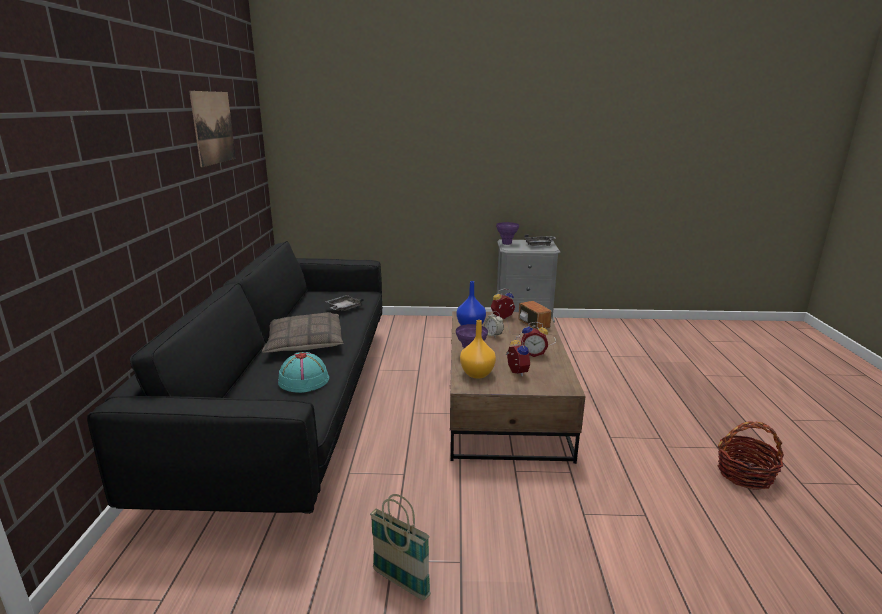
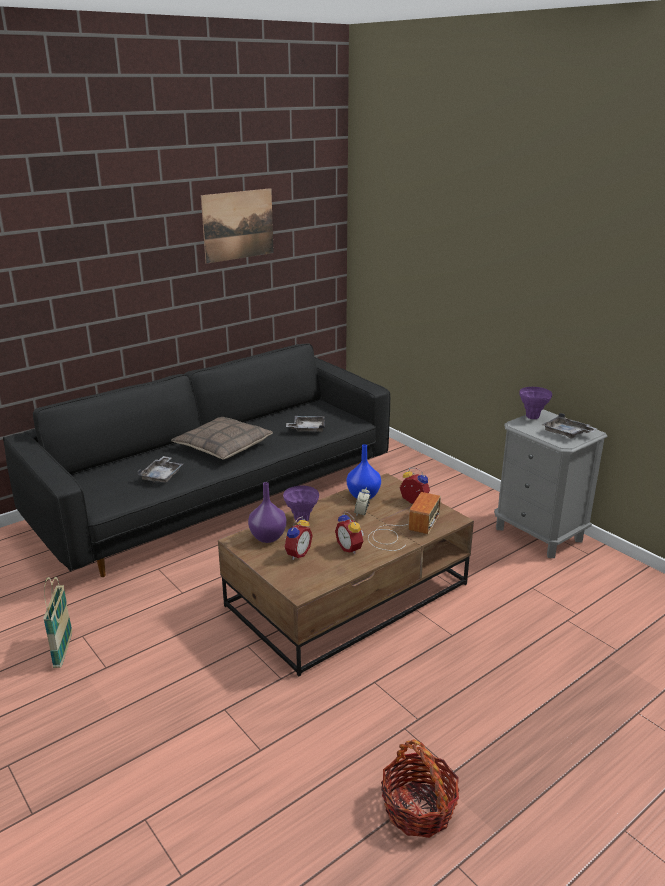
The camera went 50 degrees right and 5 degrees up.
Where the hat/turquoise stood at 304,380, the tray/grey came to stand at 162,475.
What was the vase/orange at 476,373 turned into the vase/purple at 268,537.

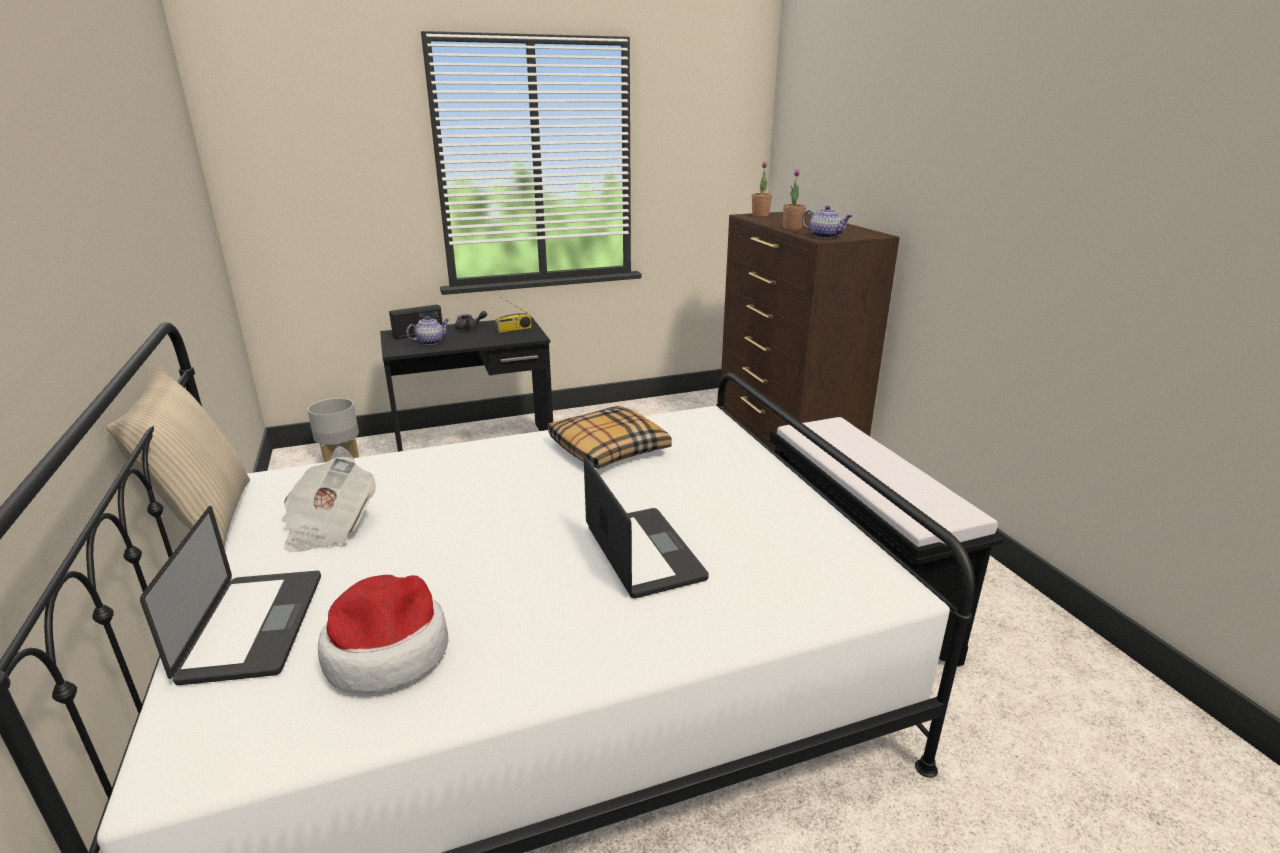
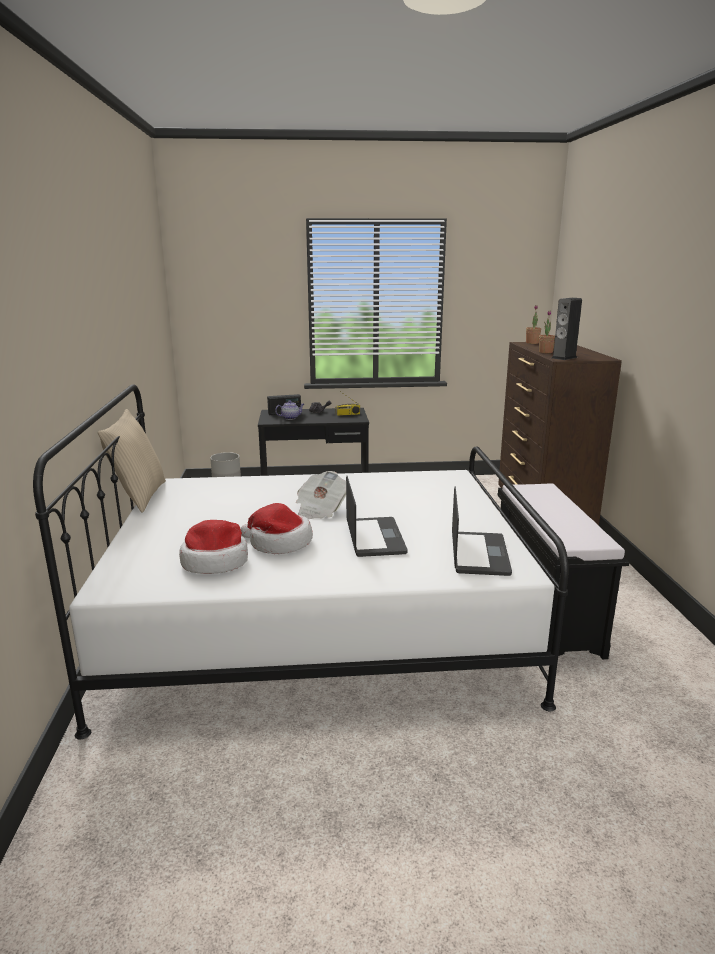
The camera went 15 degrees right and 5 degrees down.
The second view gained the hat at 279,543.
The newspaper ended up elsewhere, having gone from 329,527 to 320,510.
The laptop ended up elsewhere, having gone from 254,626 to 479,554.
Where the teapot stood at 825,236, the speaker came to stand at 564,358.
The second view lost the pillow at 607,449.

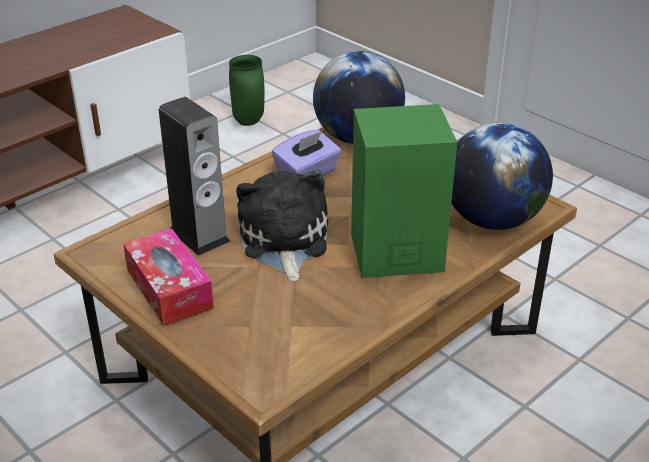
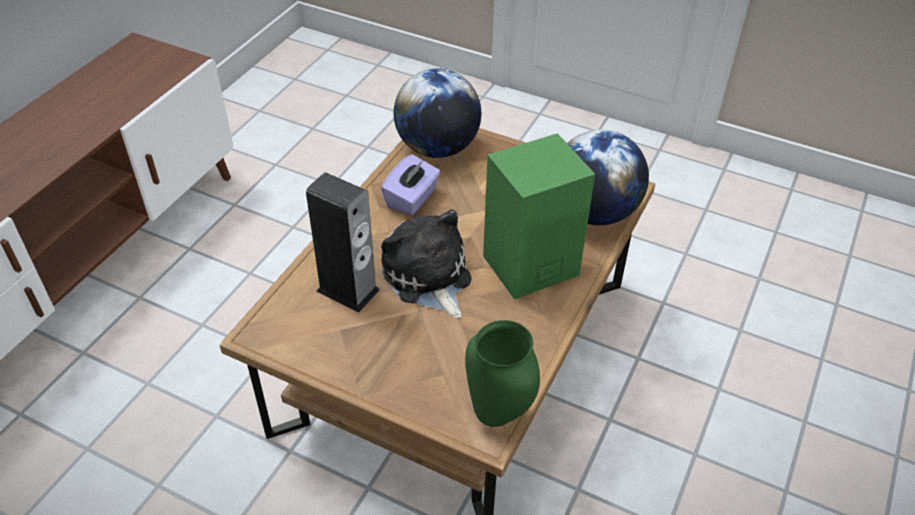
The camera went 20 degrees left and 10 degrees up.
The vase/green ended up elsewhere, having gone from 249,122 to 499,413.
The second view lost the tissue box at 169,288.

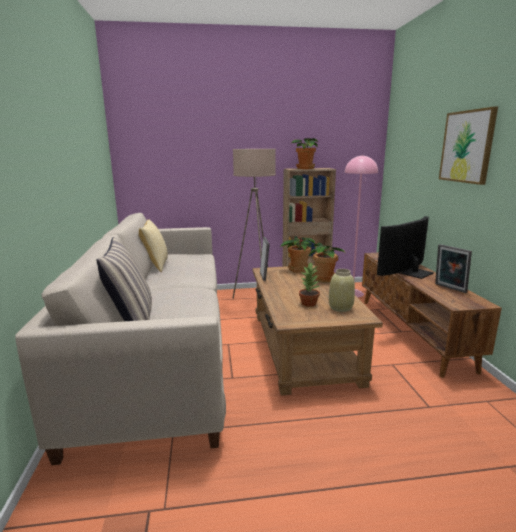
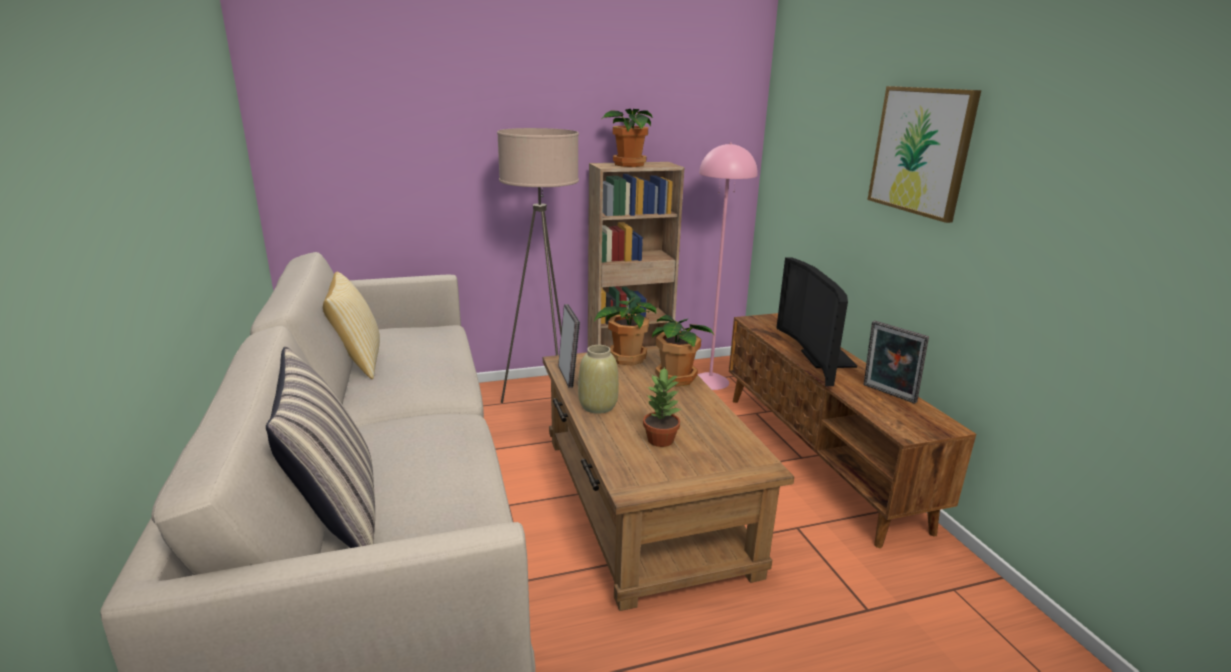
The camera went 10 degrees left and 5 degrees up.
The vase/beige ended up elsewhere, having gone from 341,308 to 598,406.
The television at 411,272 ended up facing another way, 45 degrees counterclockwise from before.

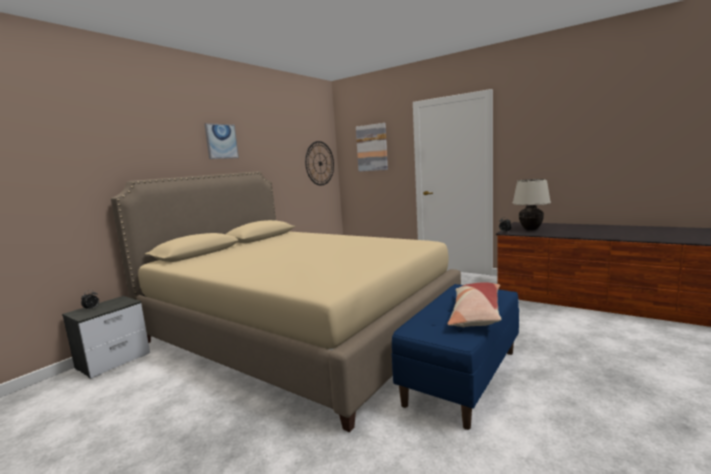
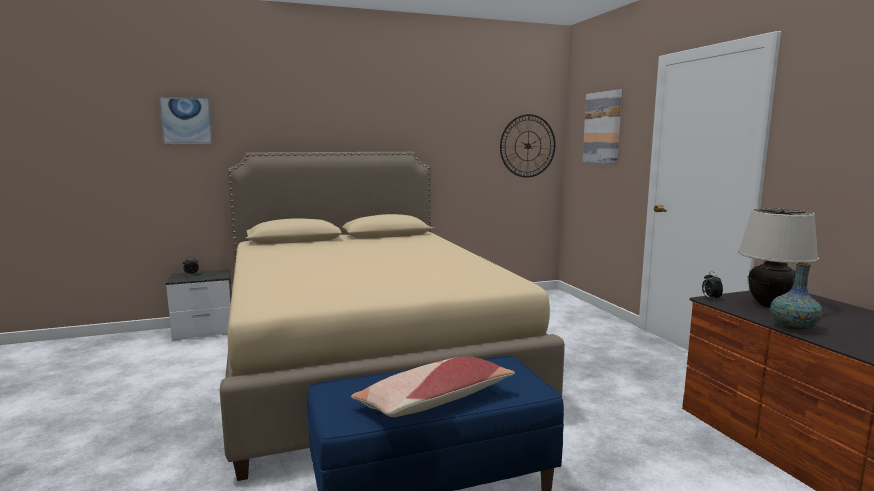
The camera went 35 degrees right and 0 degrees up.
The picture ended up elsewhere, having gone from 221,141 to 186,121.
The second view gained the vase at 793,327.

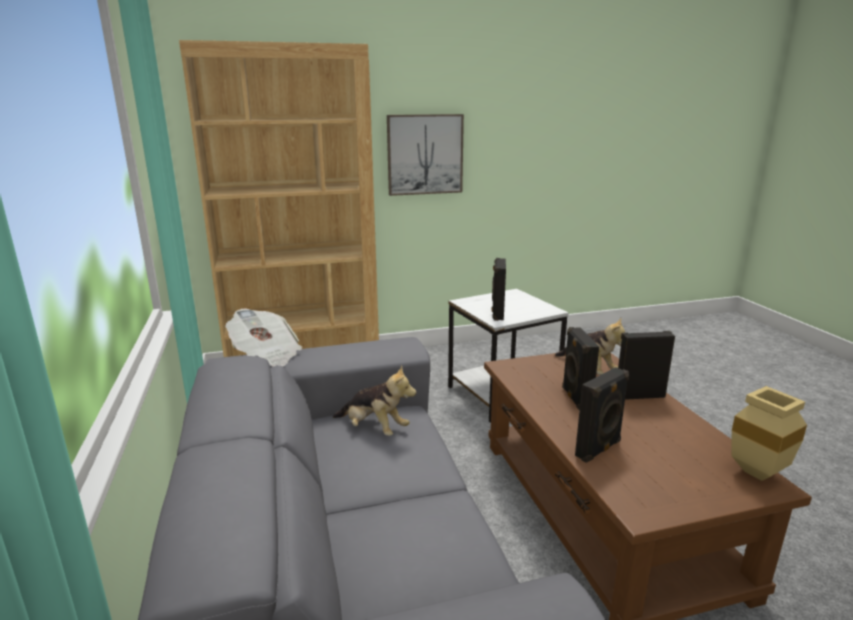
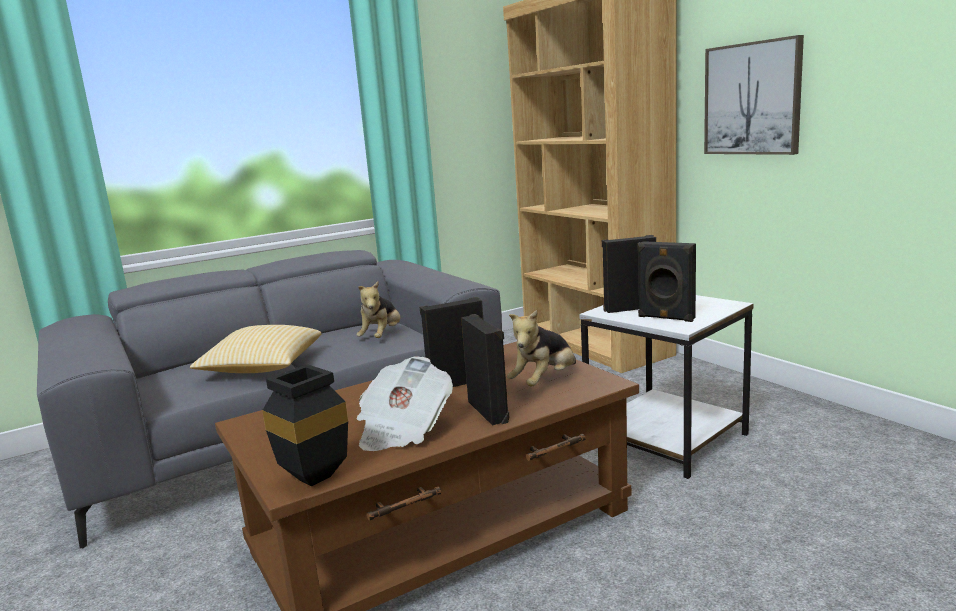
The camera went 75 degrees right and 5 degrees down.
The second view gained the pillow at 262,368.
What was the vase/beige at 761,474 turned into the vase/black at 313,480.
The newspaper ended up elsewhere, having gone from 266,354 to 403,429.
The speaker/black ended up elsewhere, having gone from 599,449 to 666,318.

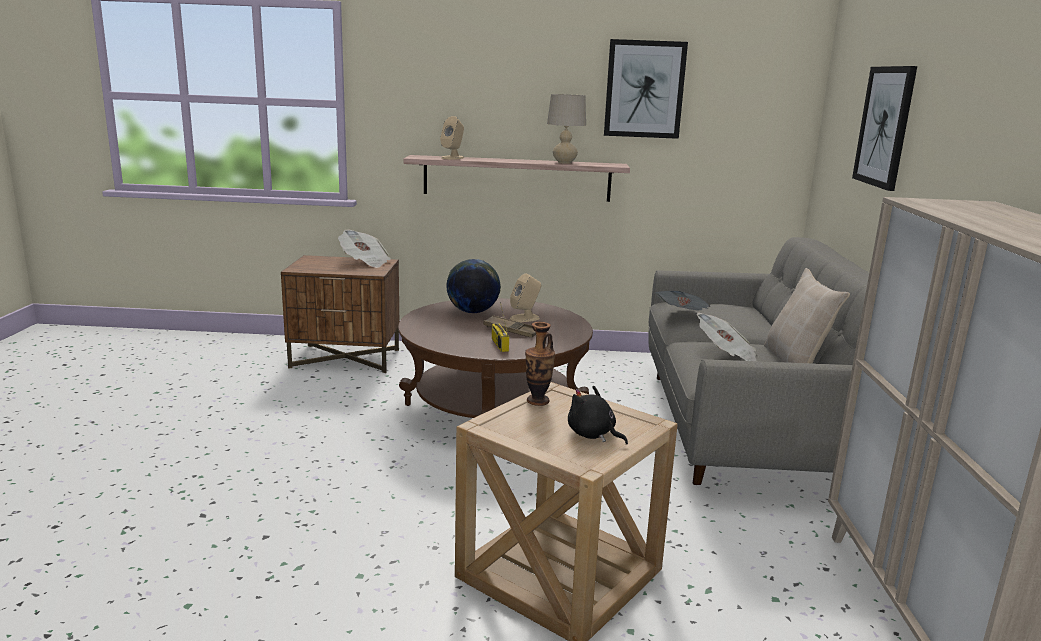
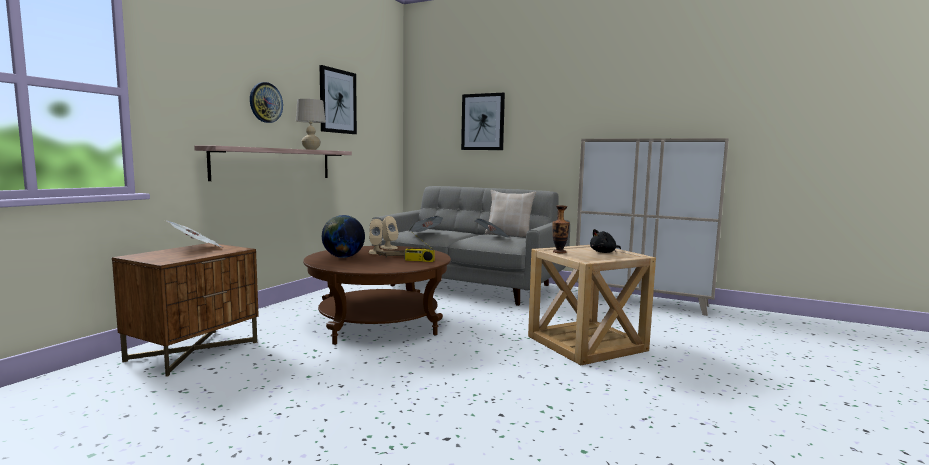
The camera went 65 degrees left and 10 degrees down.
The second view gained the wall clock at 265,102.
The speaker/beige ended up elsewhere, having gone from 453,158 to 388,247.

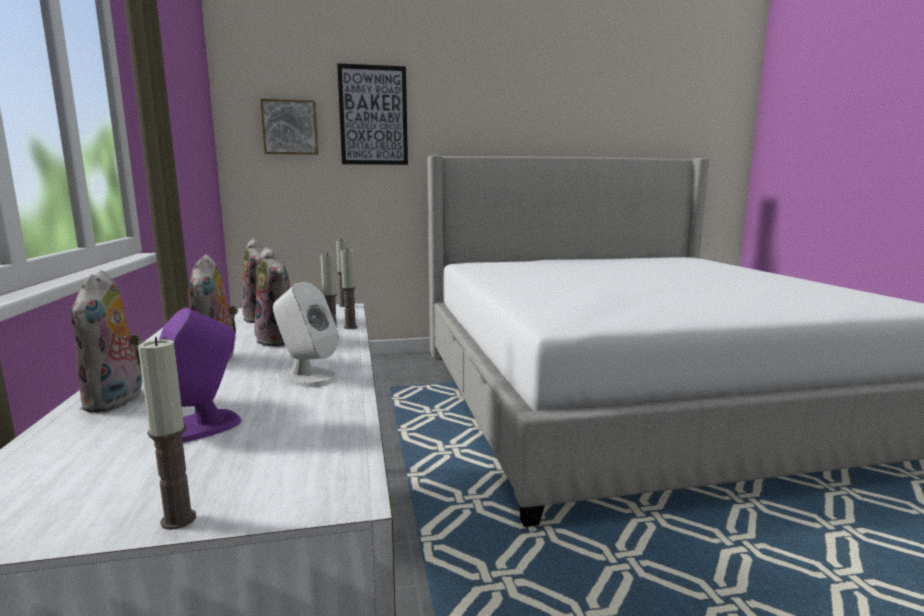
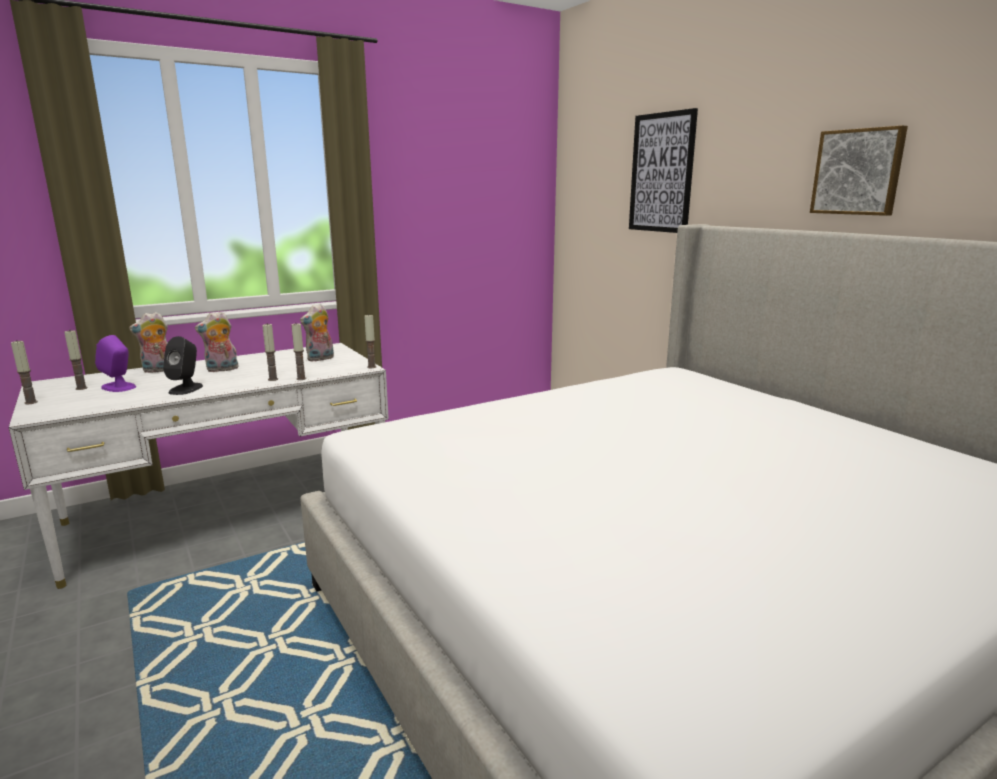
The camera went 70 degrees right and 5 degrees up.
The second view gained the candle at 81,388.
What was the speaker/white at 307,377 turned into the speaker/black at 186,389.
The picture ended up elsewhere, having gone from 290,127 to 858,172.
The second view lost the plush toy at 279,340.

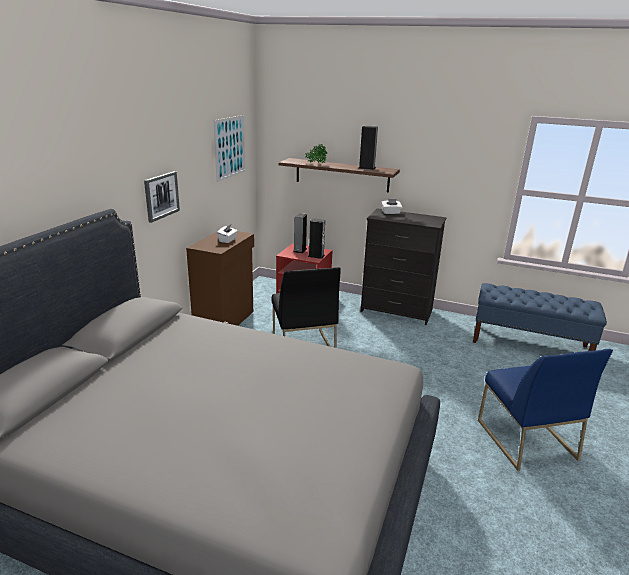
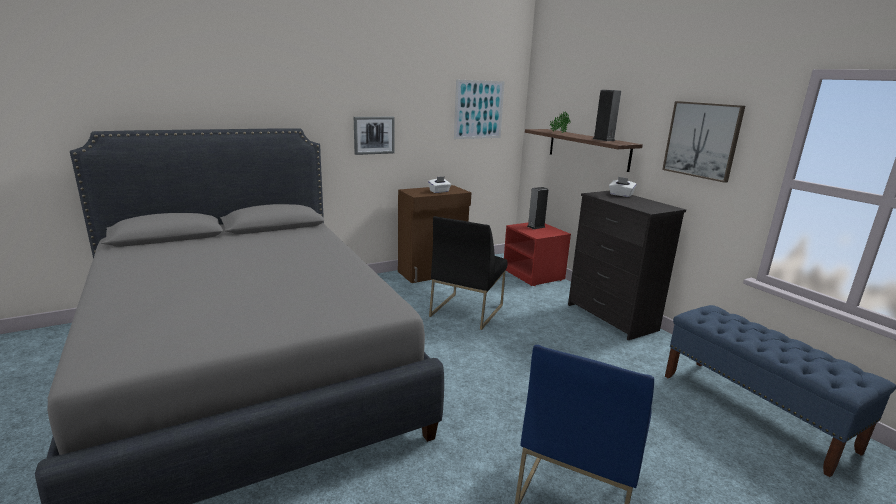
The camera went 40 degrees right and 5 degrees down.
The second view gained the picture at 702,140.
The second view lost the speaker at 316,256.

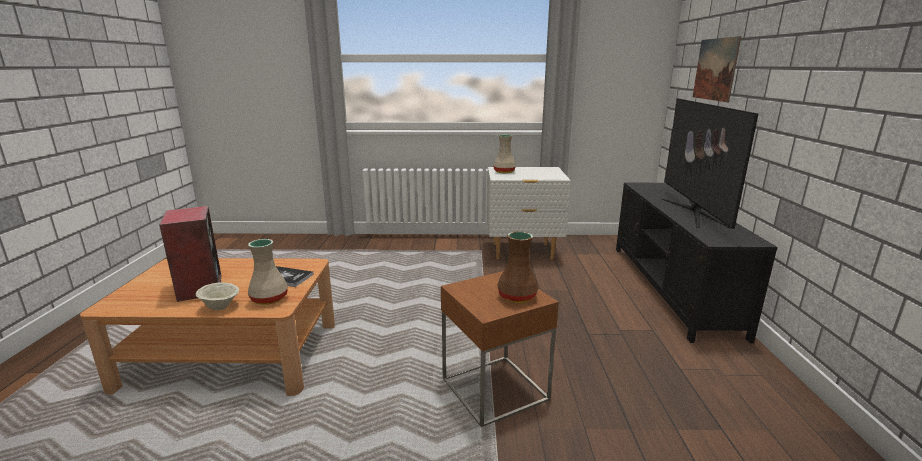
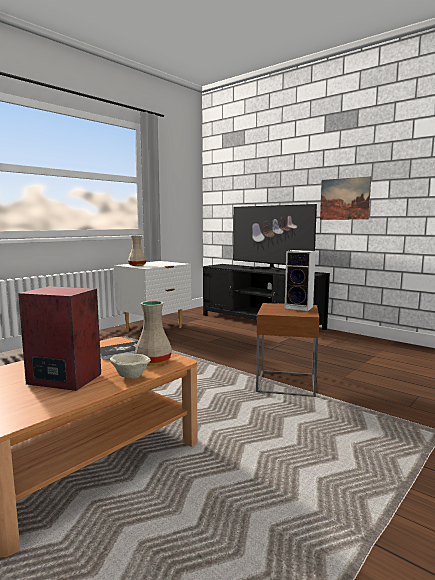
The camera went 50 degrees left and 10 degrees down.
Where the vase/brown stood at 518,297, the speaker came to stand at 300,308.
The picture ended up elsewhere, having gone from 715,69 to 344,199.

